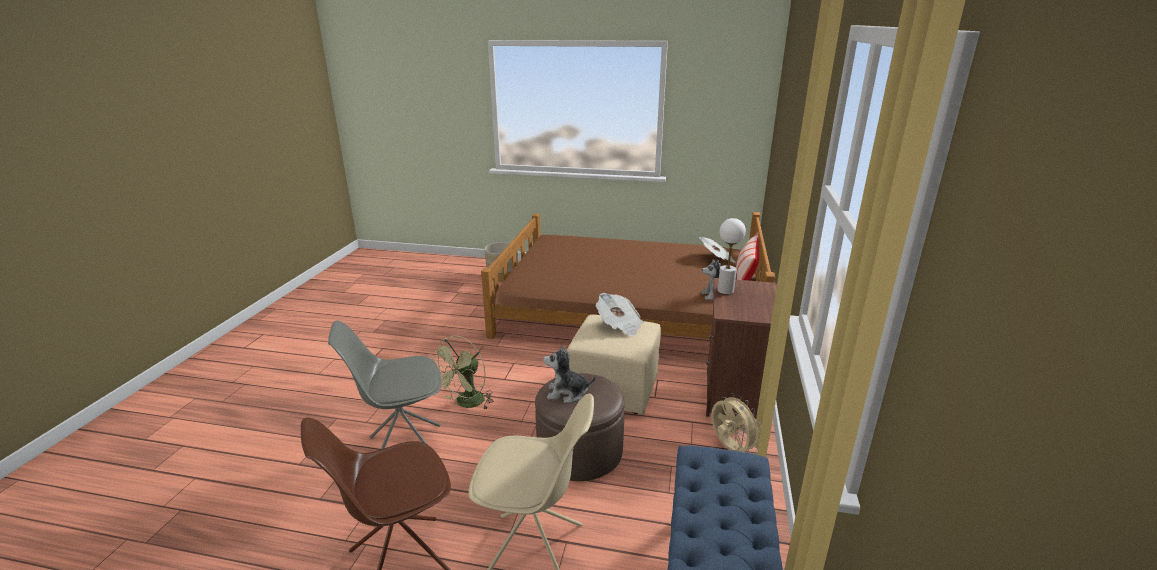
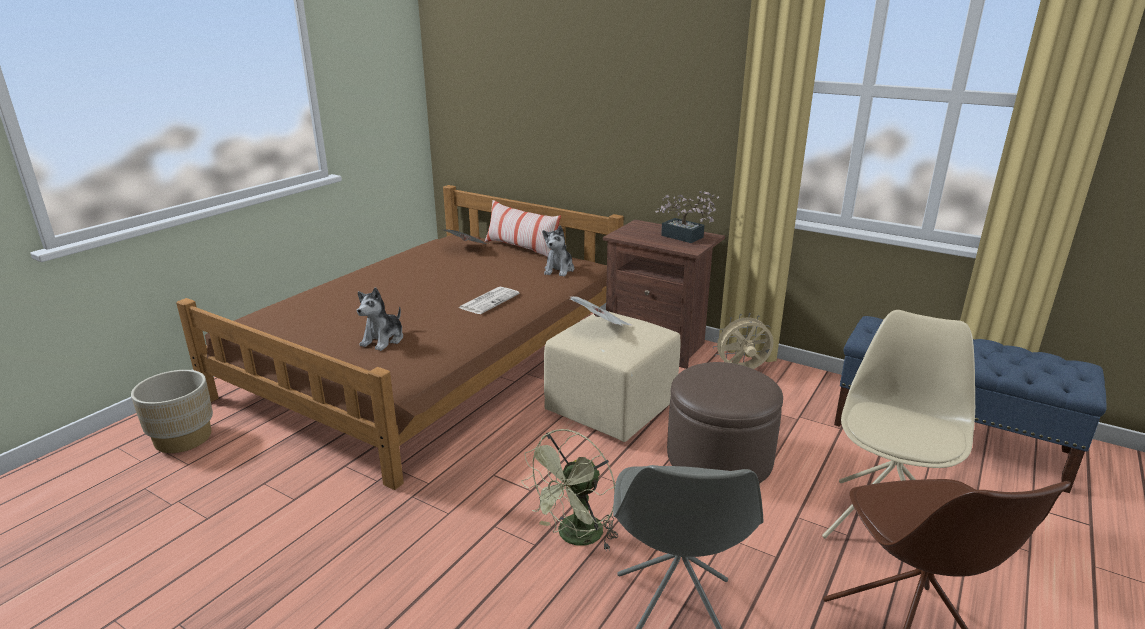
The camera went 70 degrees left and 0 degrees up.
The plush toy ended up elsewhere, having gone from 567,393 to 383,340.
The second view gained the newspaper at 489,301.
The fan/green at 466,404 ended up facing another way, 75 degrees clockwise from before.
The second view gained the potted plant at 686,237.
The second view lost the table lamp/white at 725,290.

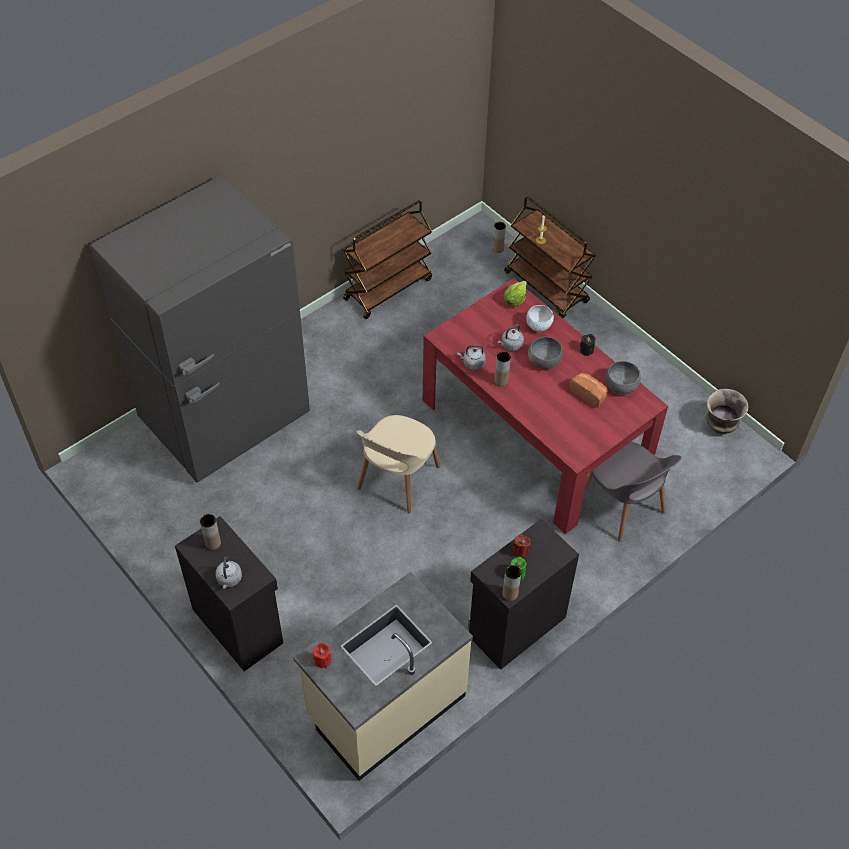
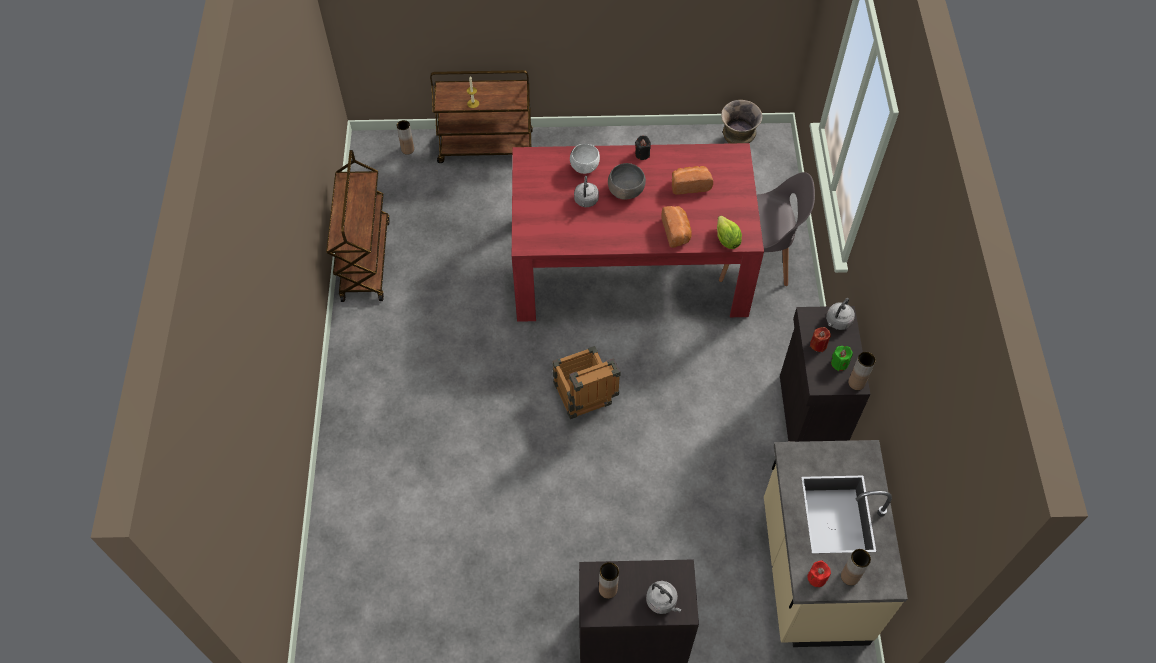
The camera went 50 degrees left and 5 degrees up.
Where the chair/beige stood at 397,479, the crate came to stand at 584,400.
The second view gained the bread at 676,232.
The lettuce ended up elsewhere, having gone from 515,300 to 727,240.
The kettle/grey ended up elsewhere, having gone from 472,363 to 837,322.
The vase/brown ended up elsewhere, having gone from 501,381 to 850,576.
The second view lost the fridge/grey at 226,419.
The second view lost the bowl/grey at 621,386.

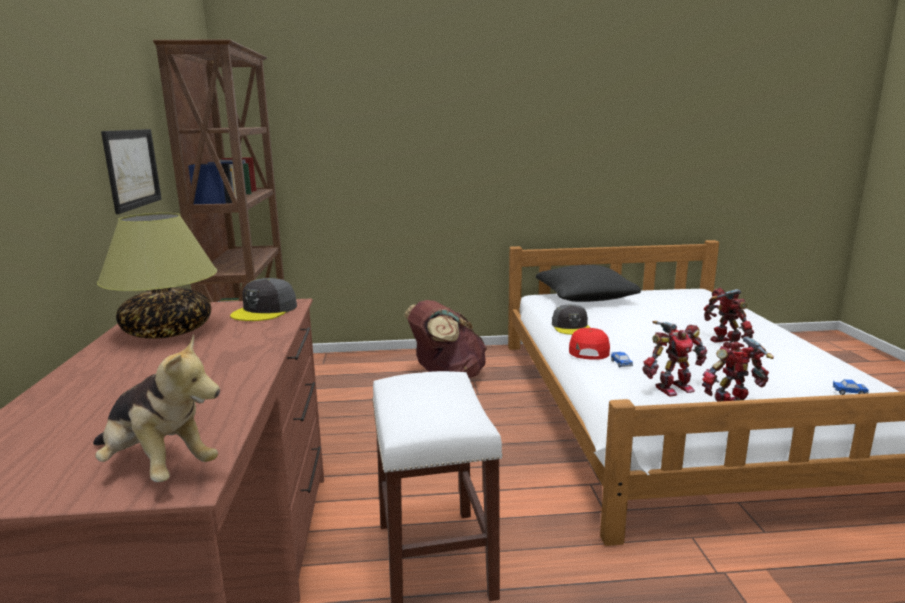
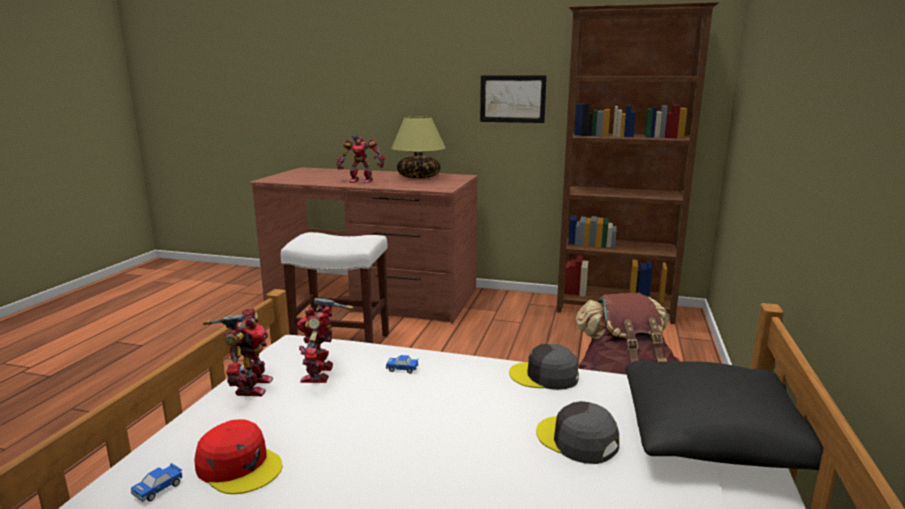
The camera went 110 degrees right and 0 degrees up.
The cap/red ended up elsewhere, having gone from 588,350 to 239,466.
The toy robot ended up elsewhere, having gone from 724,343 to 361,181.
The cap/grey ended up elsewhere, having gone from 265,310 to 577,440.
The second view lost the plush toy at 157,467.

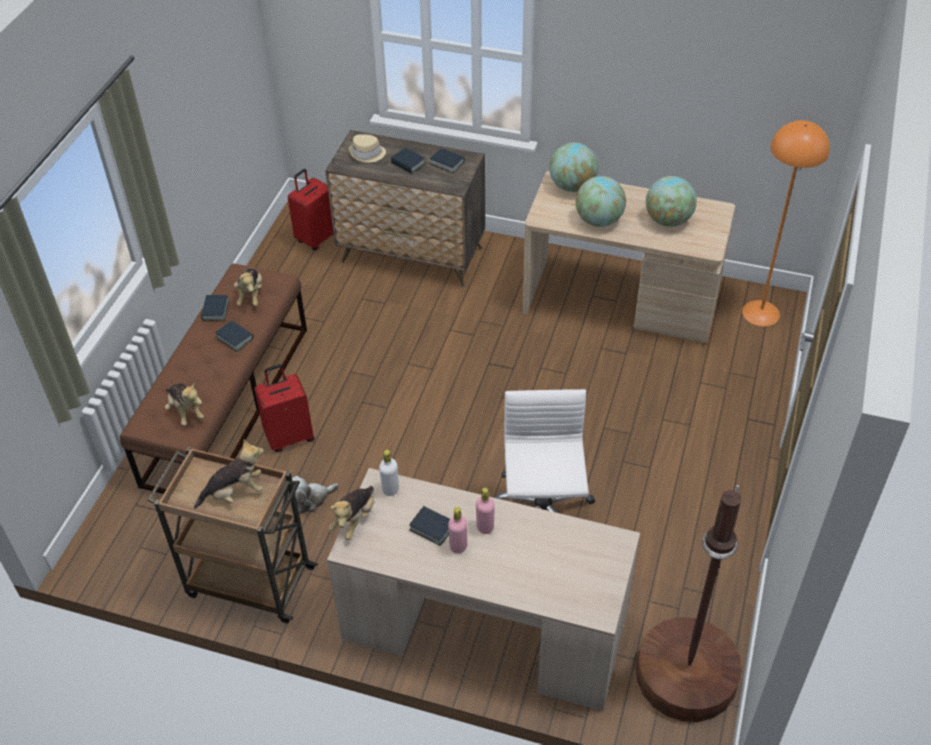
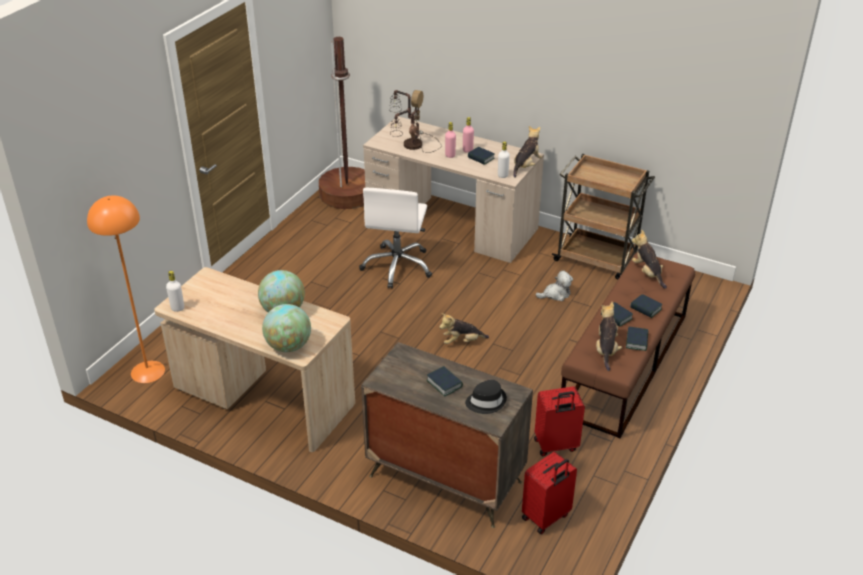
The camera went 170 degrees left and 10 degrees down.
The second view gained the bottle/white at 177,308.
The second view gained the table lamp at 411,145.
The plush toy ended up elsewhere, having gone from 235,493 to 462,342.
What was the hat/beige at 367,154 turned into the hat/black at 486,401.
The suitcase/red ended up elsewhere, having gone from 289,436 to 556,446.
The book ended up elsewhere, having gone from 447,163 to 645,308.
The second view lost the globe at 668,220.

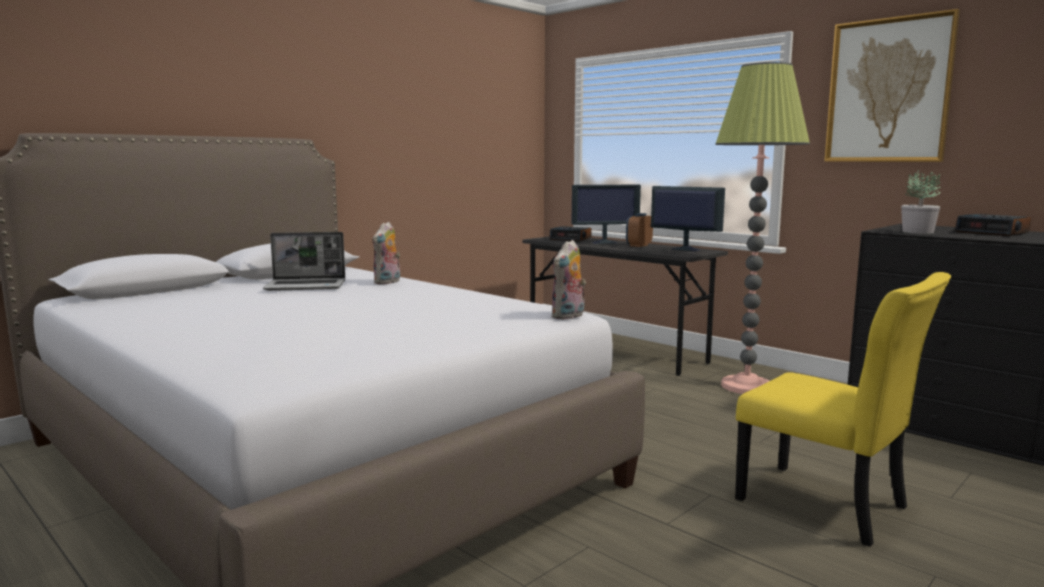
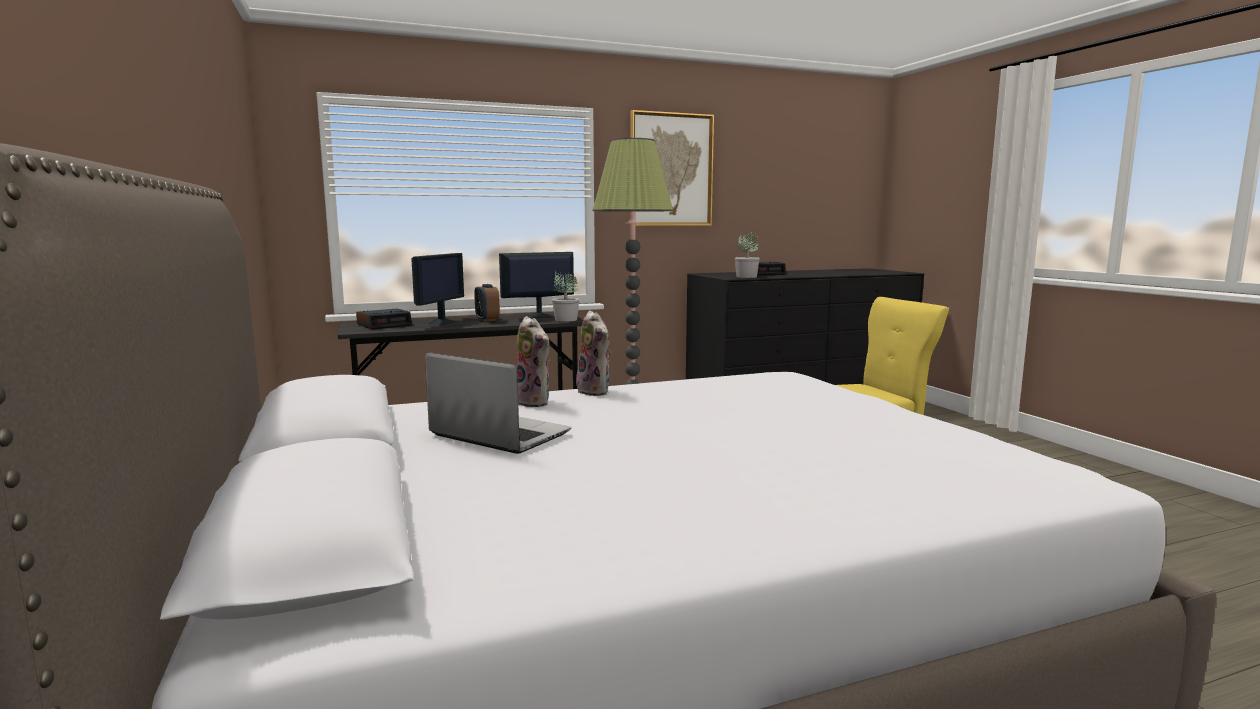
The camera went 65 degrees left and 0 degrees up.
The laptop at 307,286 ended up facing another way, 75 degrees counterclockwise from before.
The second view gained the potted plant at 565,320.
The plush toy ended up elsewhere, having gone from 569,316 to 596,391.

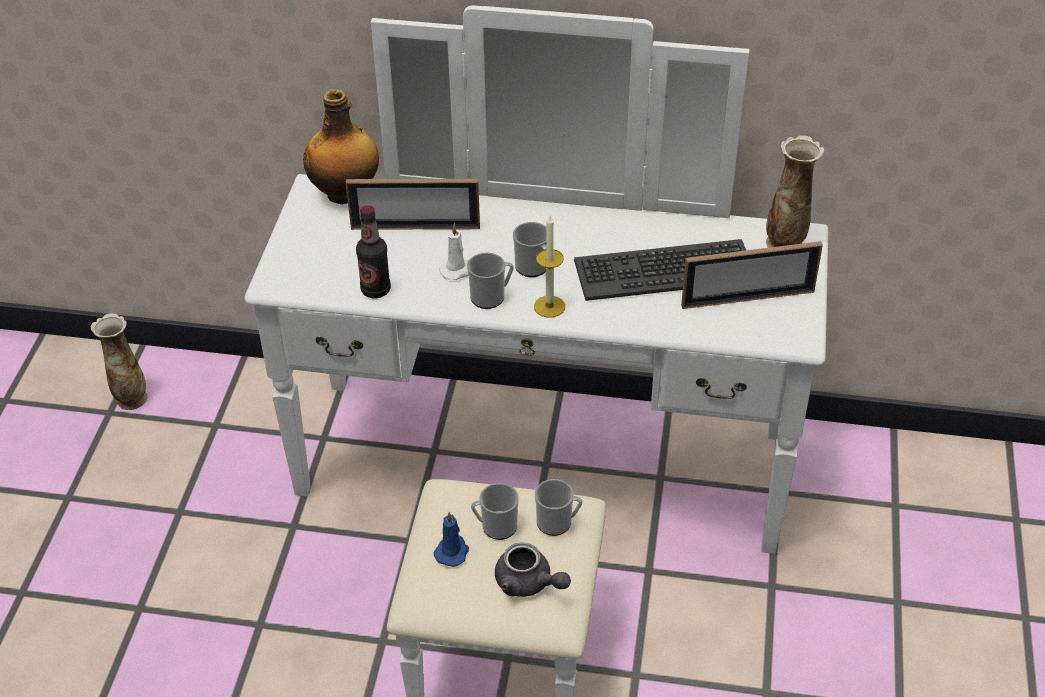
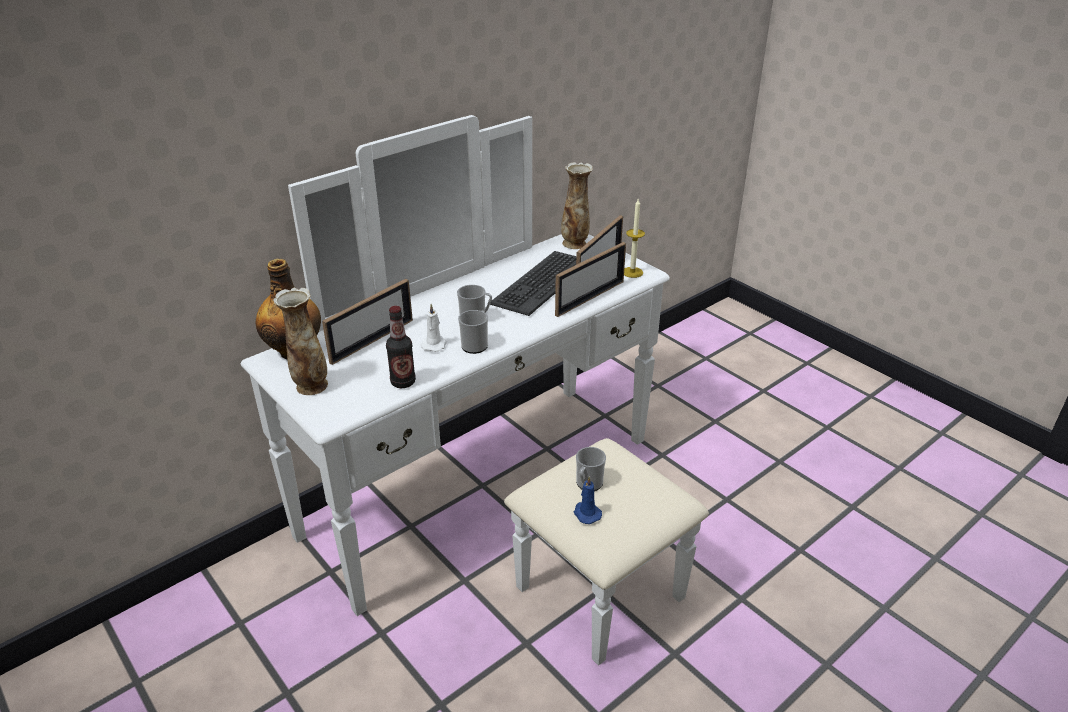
The camera went 50 degrees left and 10 degrees down.
The vase ended up elsewhere, having gone from 131,398 to 310,386.
The second view gained the picture frame at 590,298.
The candle ended up elsewhere, having gone from 549,306 to 632,272.
The second view lost the teapot/grey at 529,583.
The second view lost the mug at 558,522.

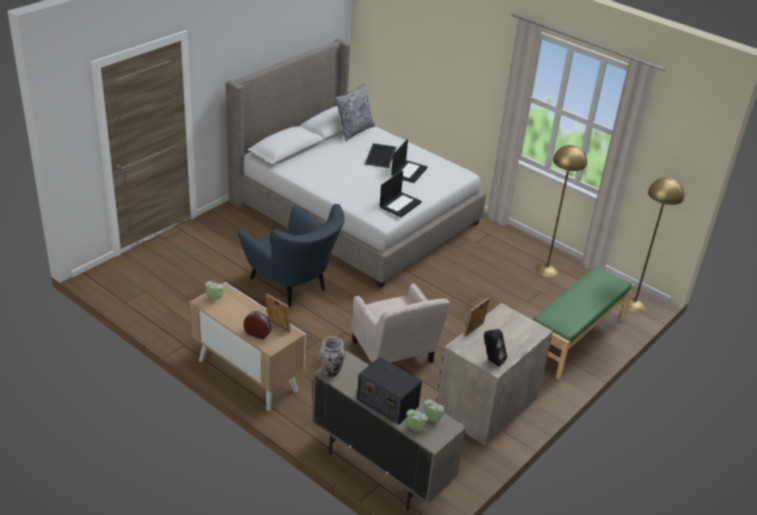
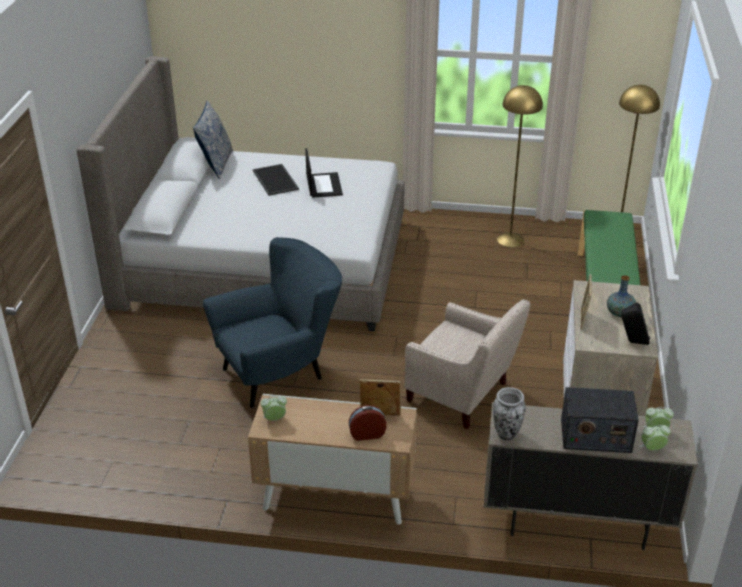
The camera went 30 degrees left and 0 degrees up.
The armchair/blue at 292,286 ended up facing another way, 45 degrees counterclockwise from before.
The second view gained the vase at 619,313.
The second view lost the laptop at 400,204.

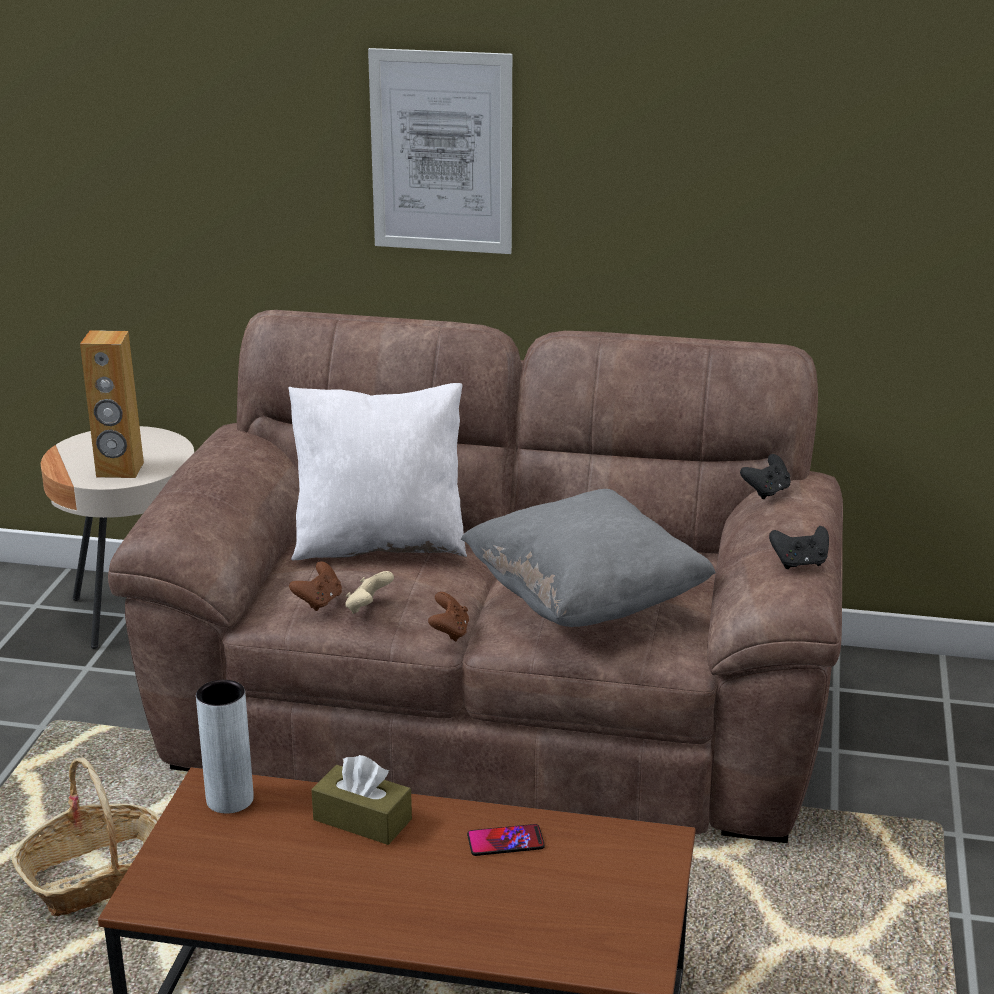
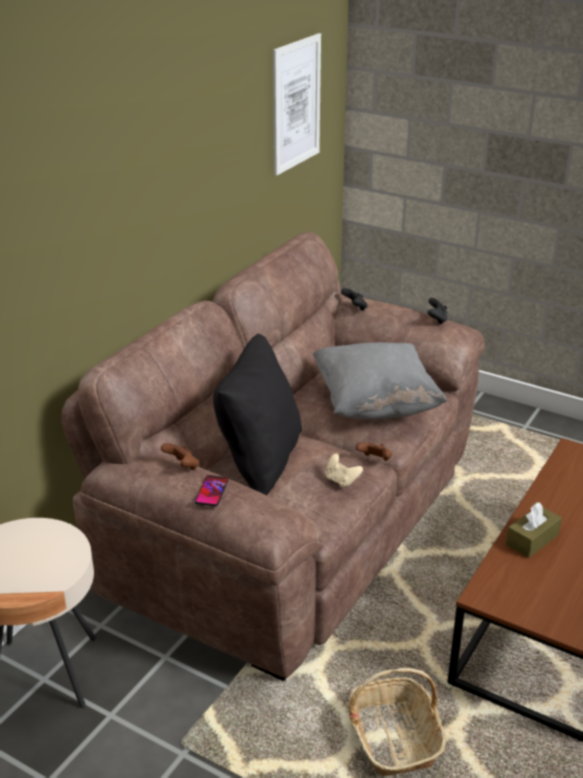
The camera went 70 degrees left and 5 degrees up.
The game controller/brown ended up elsewhere, having gone from 319,602 to 182,467.
The phone ended up elsewhere, having gone from 505,841 to 212,491.
What was the pillow/white at 380,544 turned into the pillow/black at 260,461.
The picture ended up elsewhere, having gone from 441,152 to 296,104.
The second view lost the speaker/brown at 120,470.
The second view lost the vase/grey at 230,799.

